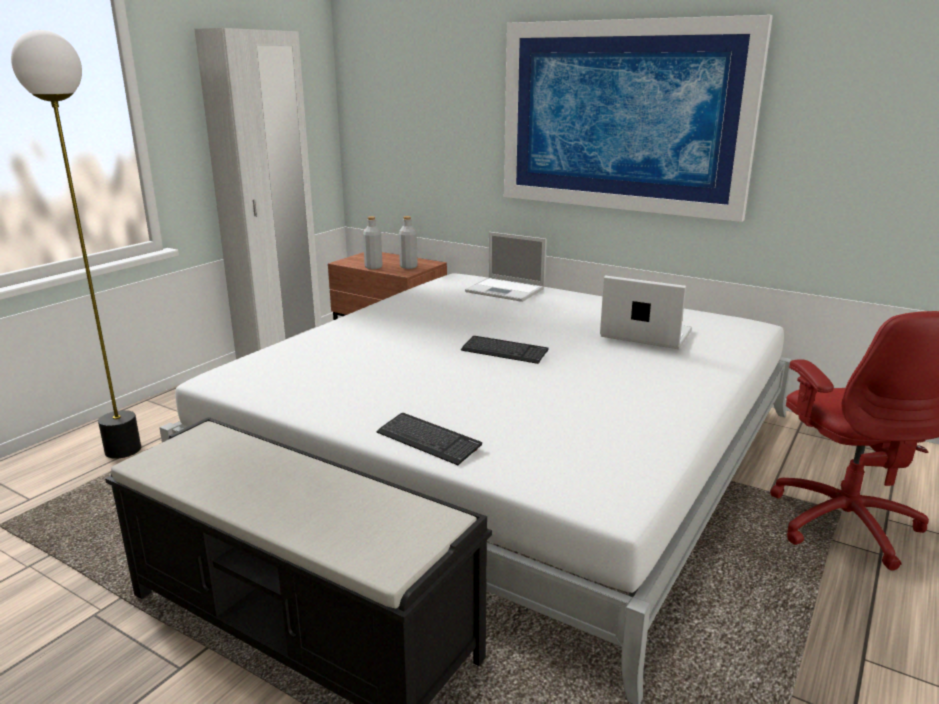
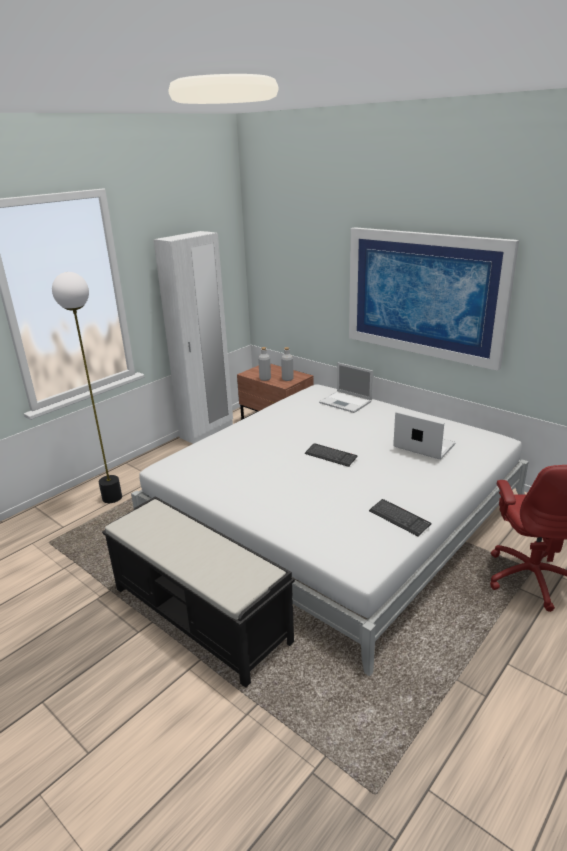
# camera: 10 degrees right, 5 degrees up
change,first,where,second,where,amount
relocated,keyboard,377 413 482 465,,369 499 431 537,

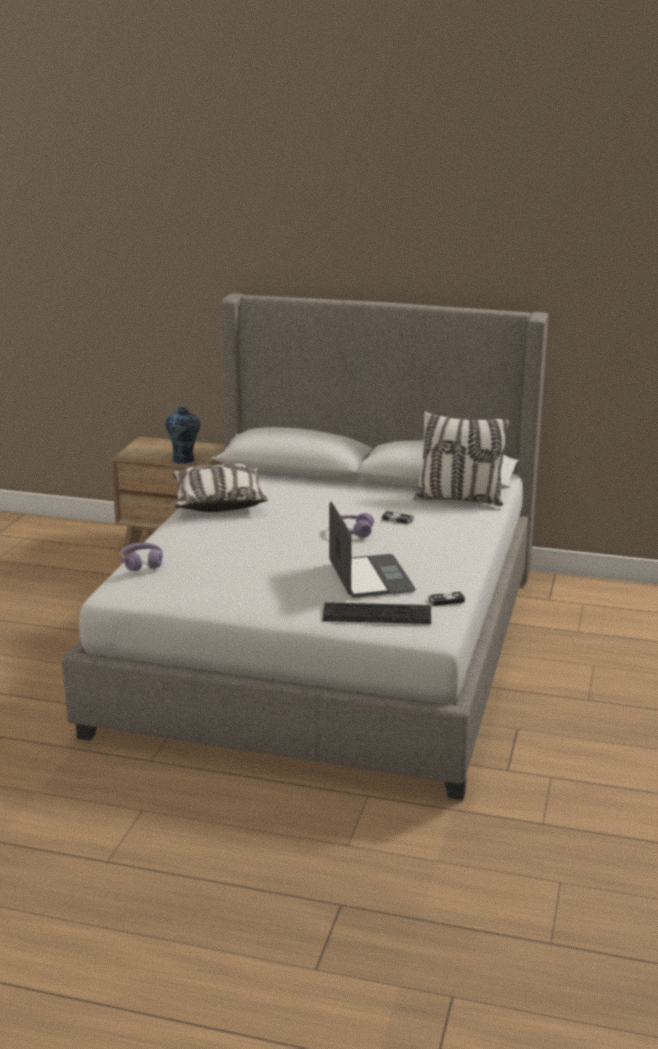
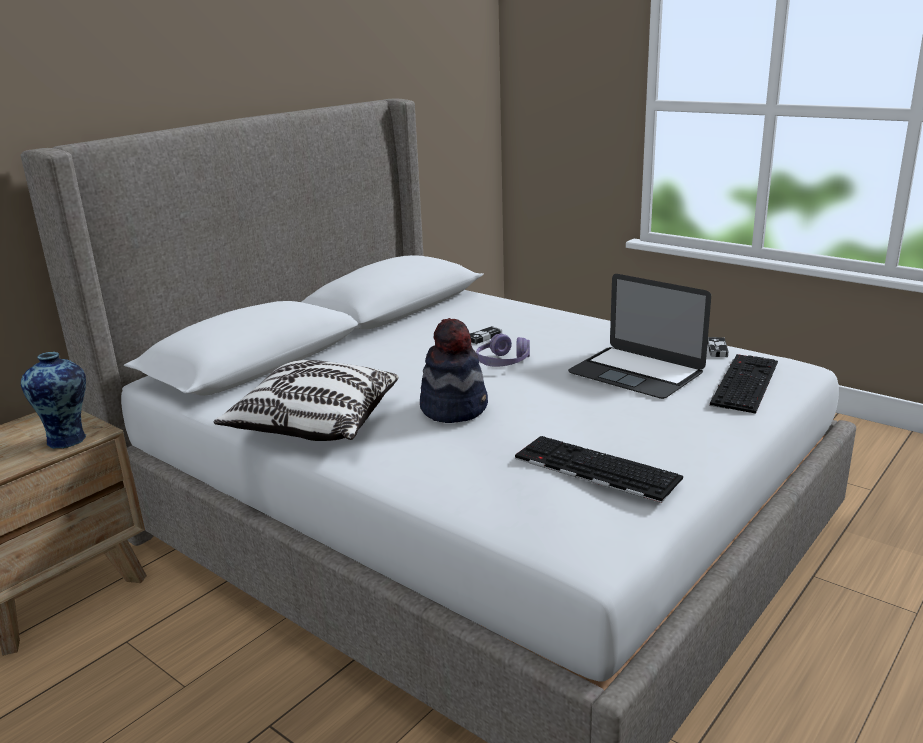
# camera: 65 degrees left, 0 degrees up
change,first,where,second,where,amount
missing,pair of headphones in purple-coloured,120 542 163 571,,,
missing,pillow,414 411 510 506,,,
appeared,,,hat,420 318 488 423,
appeared,,,keyboard,515 436 683 503,
spun,notebook computer,329 501 416 598,,568 274 711 399,150 degrees counterclockwise

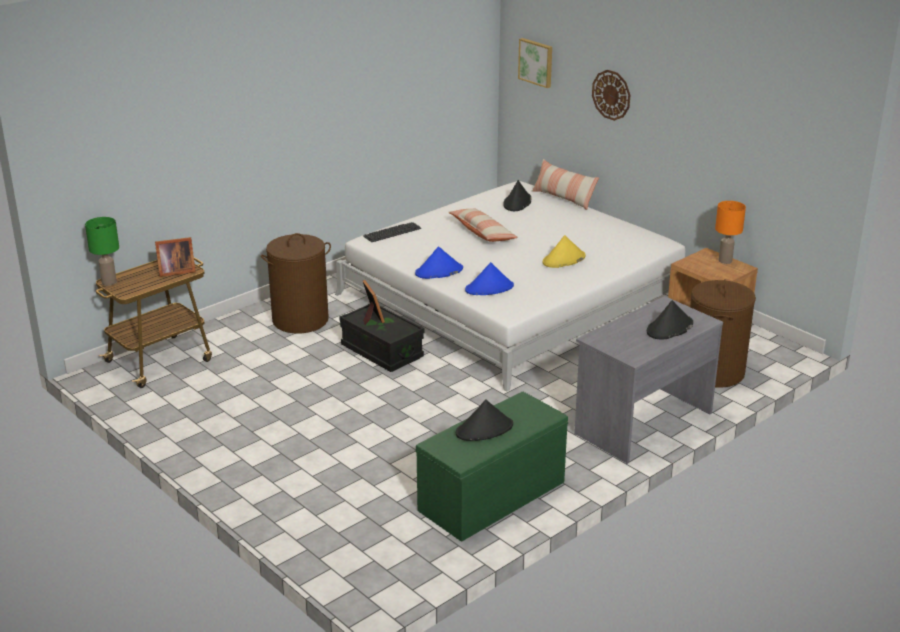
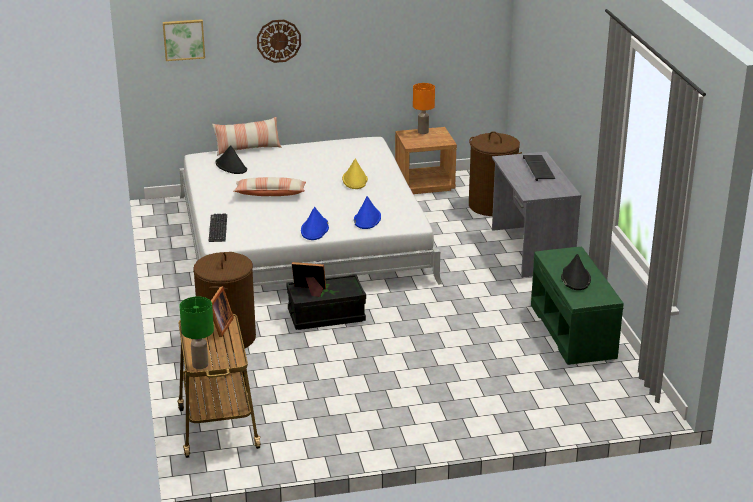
# camera: 60 degrees left, 0 degrees up
change,first,where,second,where,amount
exchanged,hat in black,647 300 693 339,keyboard,523 155 556 181,

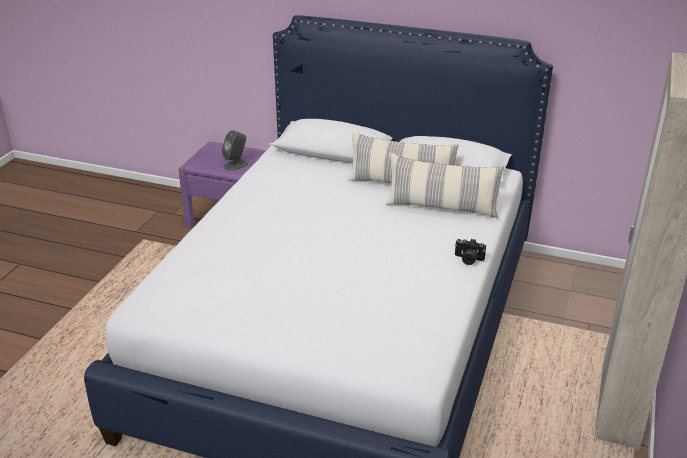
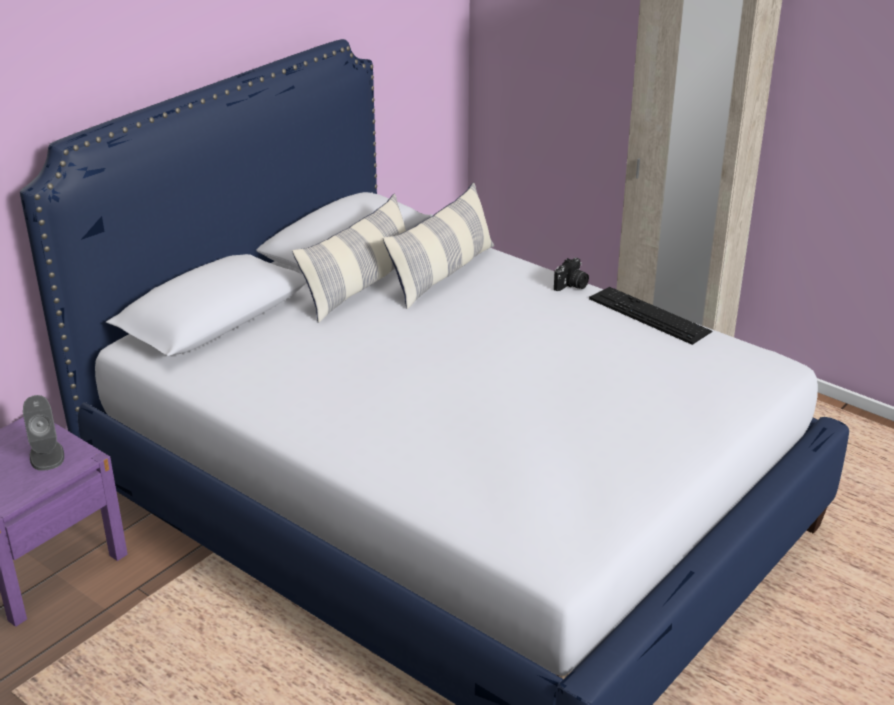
# camera: 70 degrees left, 0 degrees up
change,first,where,second,where,amount
appeared,,,keyboard,589 287 712 345,

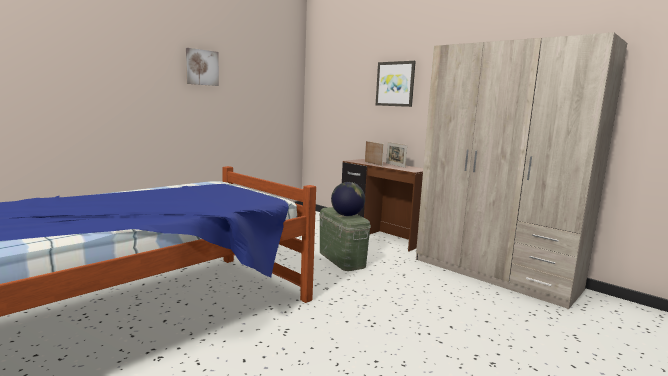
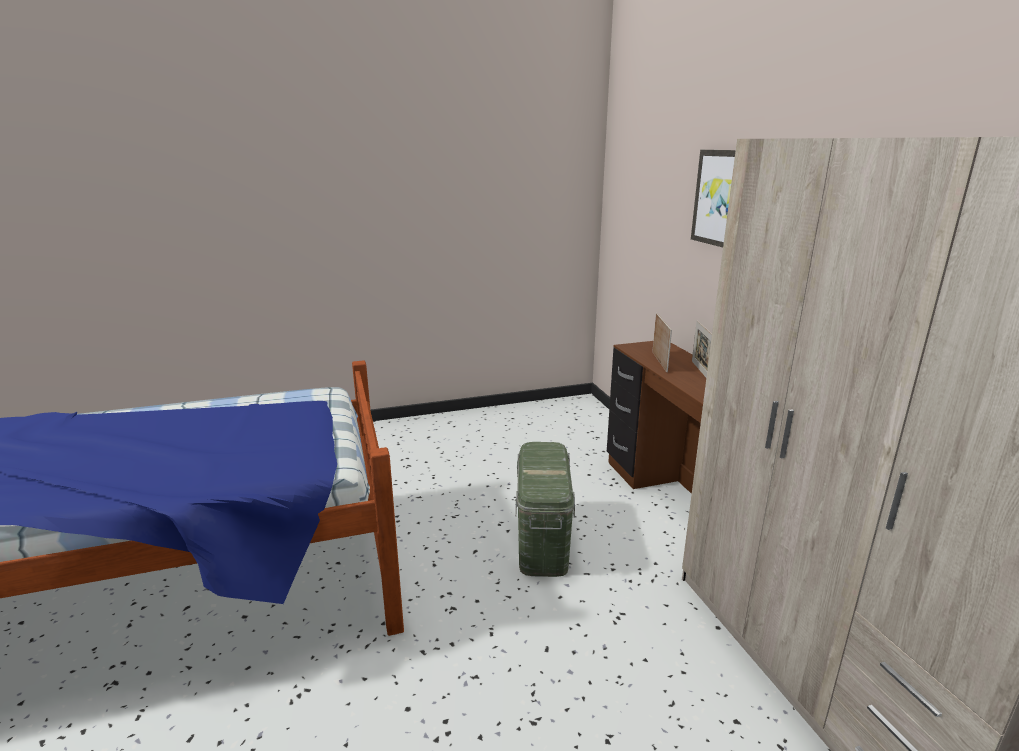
# camera: 30 degrees right, 10 degrees up
change,first,where,second,where,amount
missing,picture,186 48 219 86,,,
missing,globe,331 182 365 216,,,

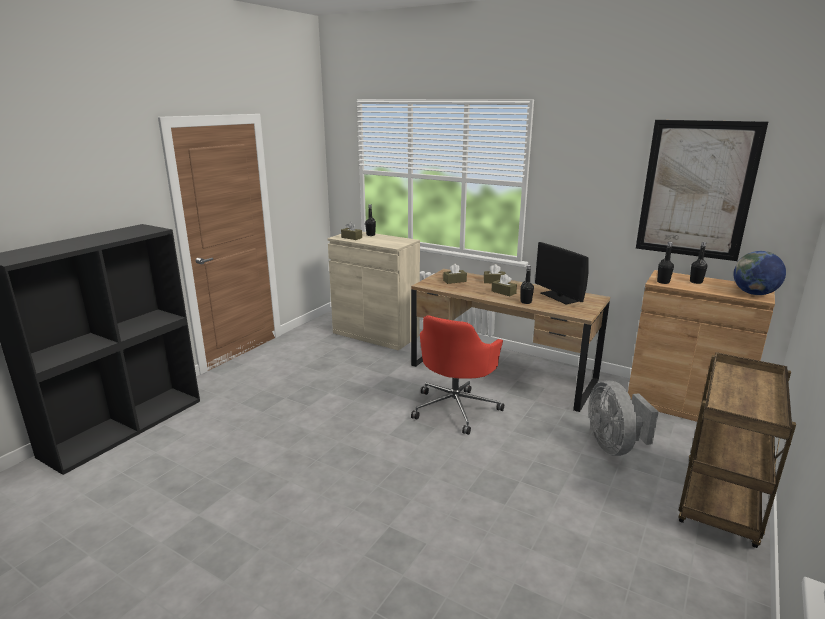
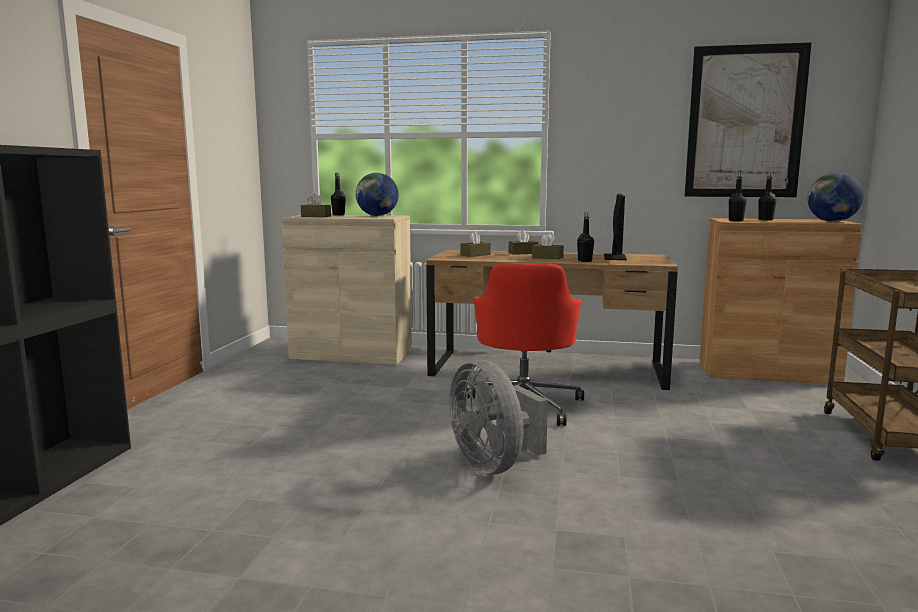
# camera: 20 degrees left, 10 degrees down
change,first,where,second,where,amount
appeared,,,globe,356 173 399 216,
relocated,electric fan in greyish,589 380 659 456,,449 360 548 475,
spun,monitor,535 242 589 305,,604 194 627 260,120 degrees counterclockwise

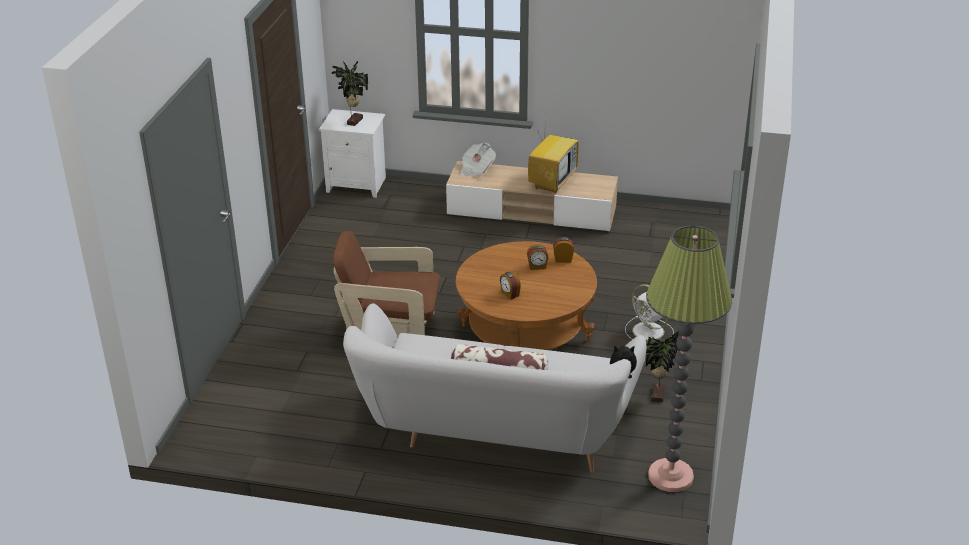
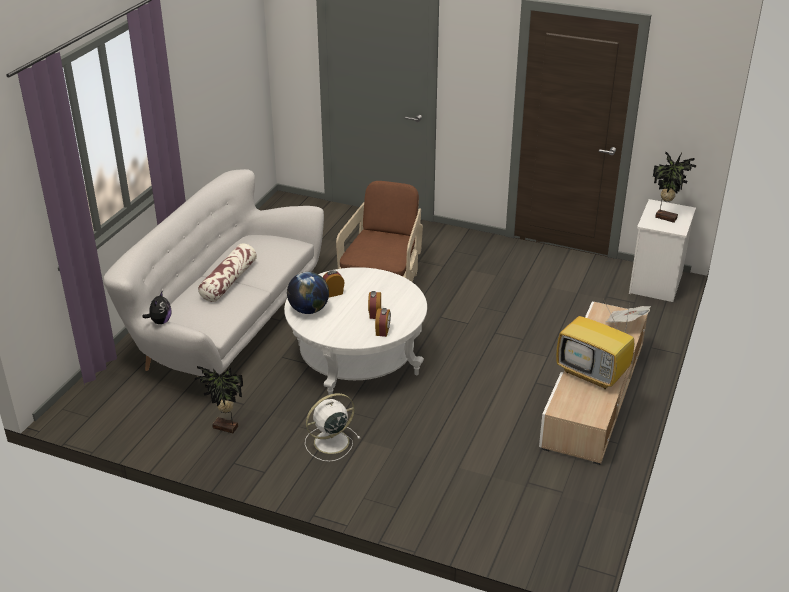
# camera: 100 degrees right, 0 degrees up
change,first,where,second,where,amount
missing,standard lamp,646 226 732 492,,,
appeared,,,globe,287 272 329 314,
colour,coffee table in brown,456 241 597 350,coffee table in white-coloured,284 267 427 398,

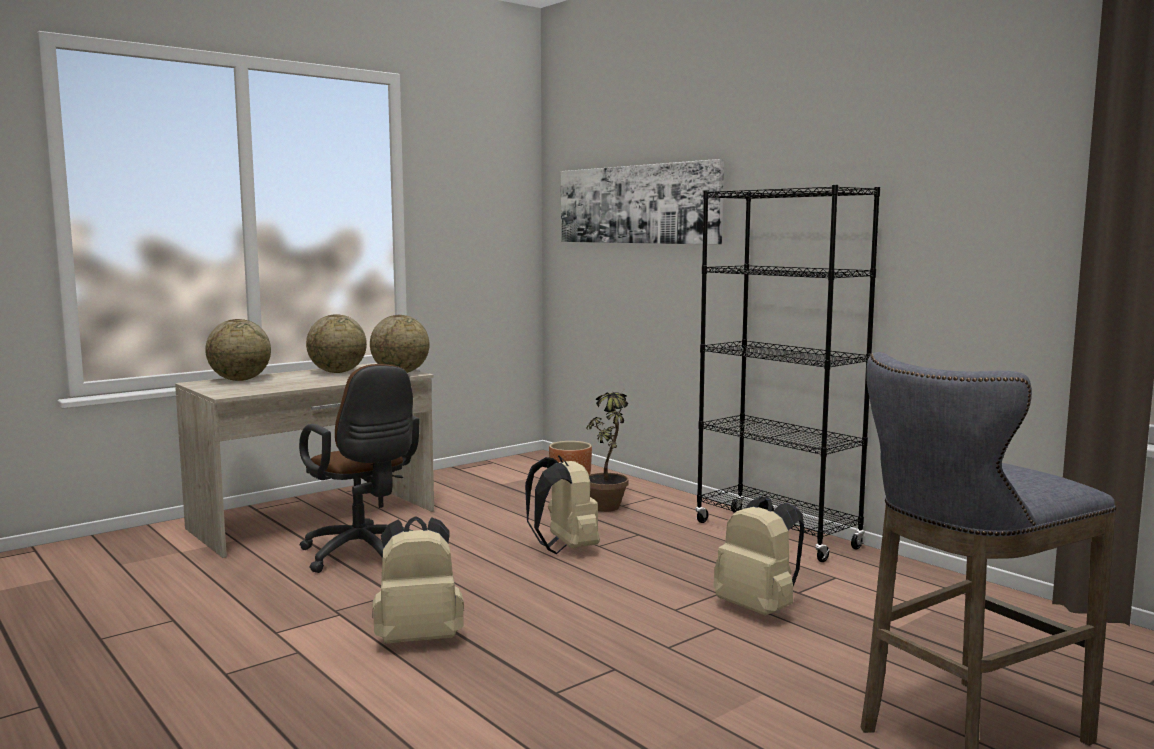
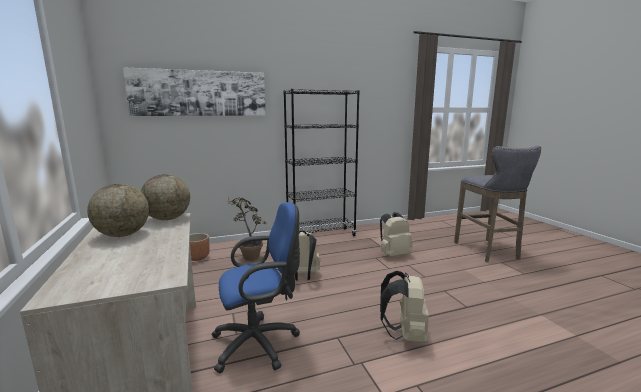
# camera: 70 degrees left, 5 degrees up
change,first,where,second,where,amount
missing,globe,205 319 271 381,,,
colour,office chair in brown,299 364 419 573,office chair in blue-coloured,212 202 300 373,

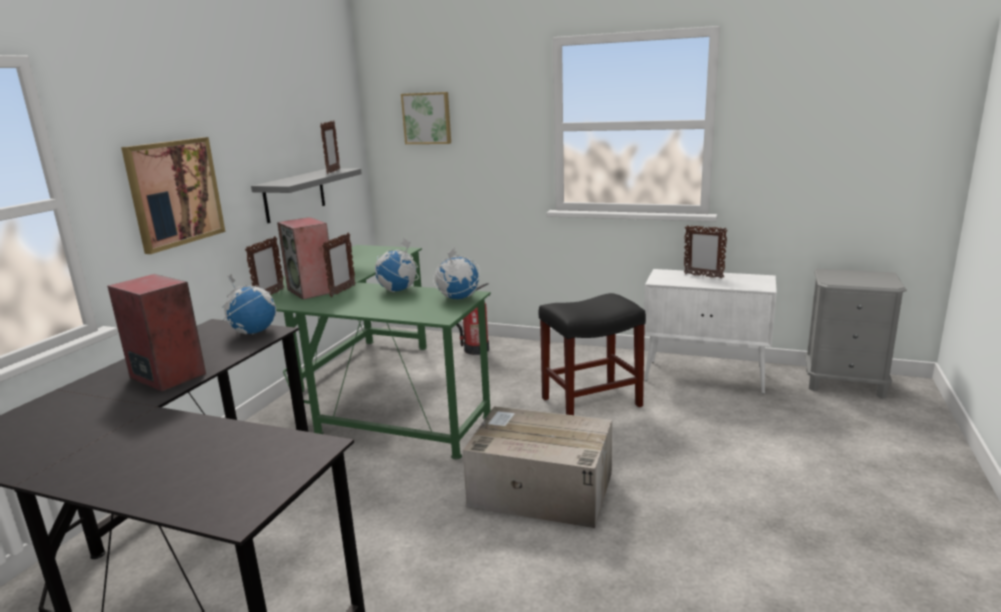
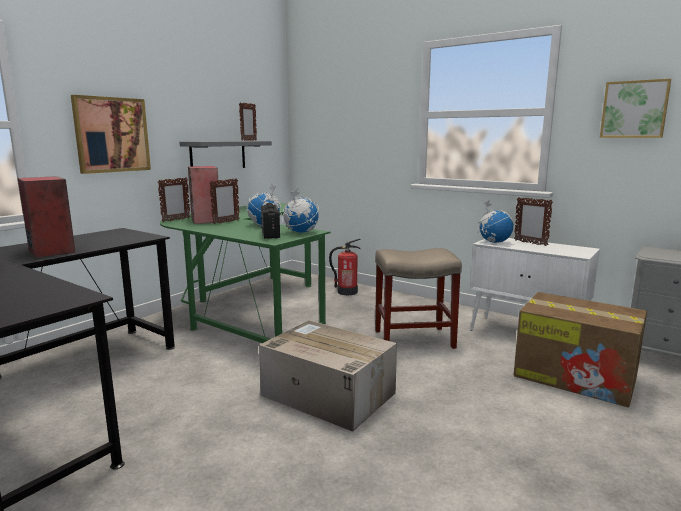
# camera: 15 degrees right, 5 degrees down
change,first,where,second,where,amount
appeared,,,radio,261 203 280 239,
appeared,,,carton,514 292 647 407,
relocated,globe,222 274 276 335,,478 200 514 243,
relocated,picture,401 92 451 144,,600 79 671 138,
colour,sitting stool in black,539 293 646 415,sitting stool in sand-coloured,375 248 462 349,

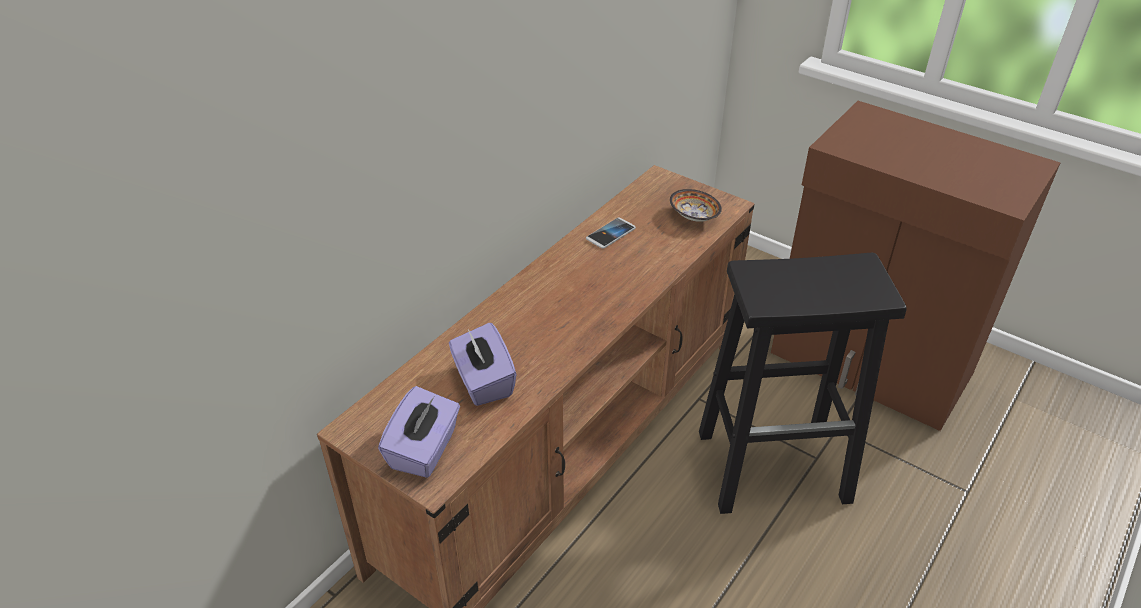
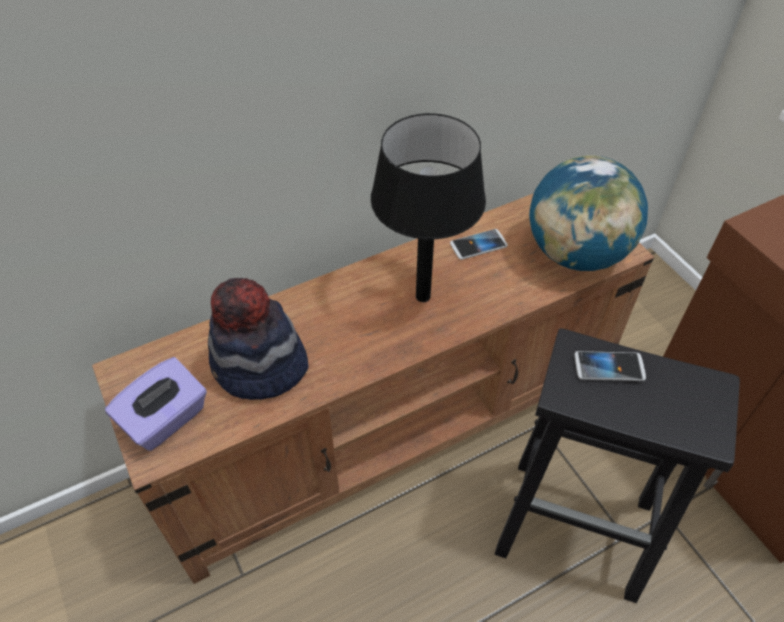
# camera: 25 degrees right, 10 degrees up
change,first,where,second,where,amount
appeared,,,lamp for a table in black,371 113 486 302,
appeared,,,telephone,574 351 646 381,
exchanged,box of tissues in purple-coloured,449 322 517 406,hat,208 277 308 400,
exchanged,serving bowl,670 189 722 222,globe,529 156 648 271,

